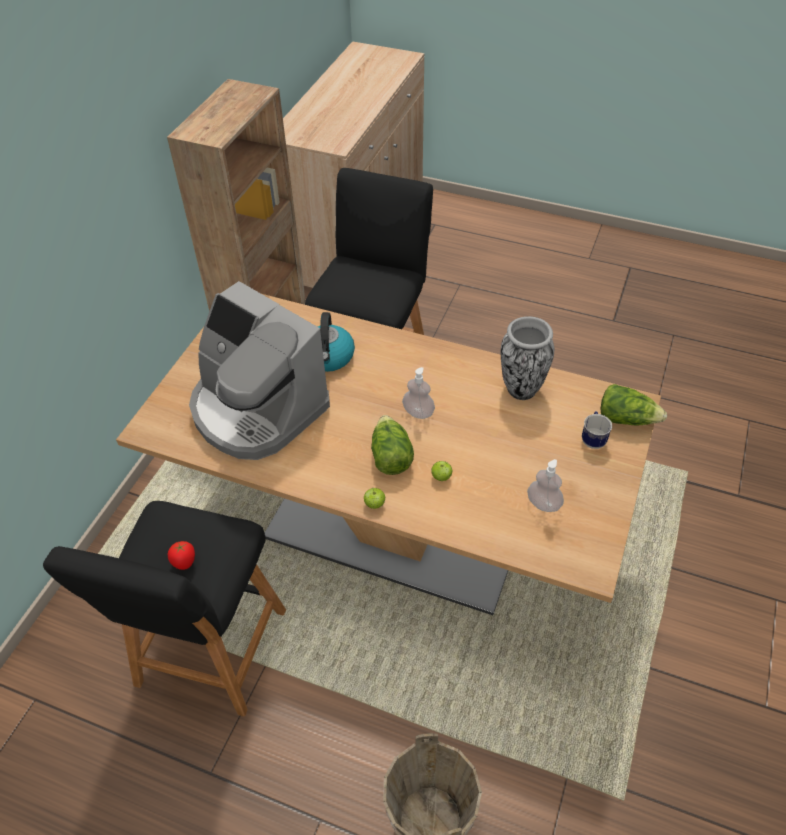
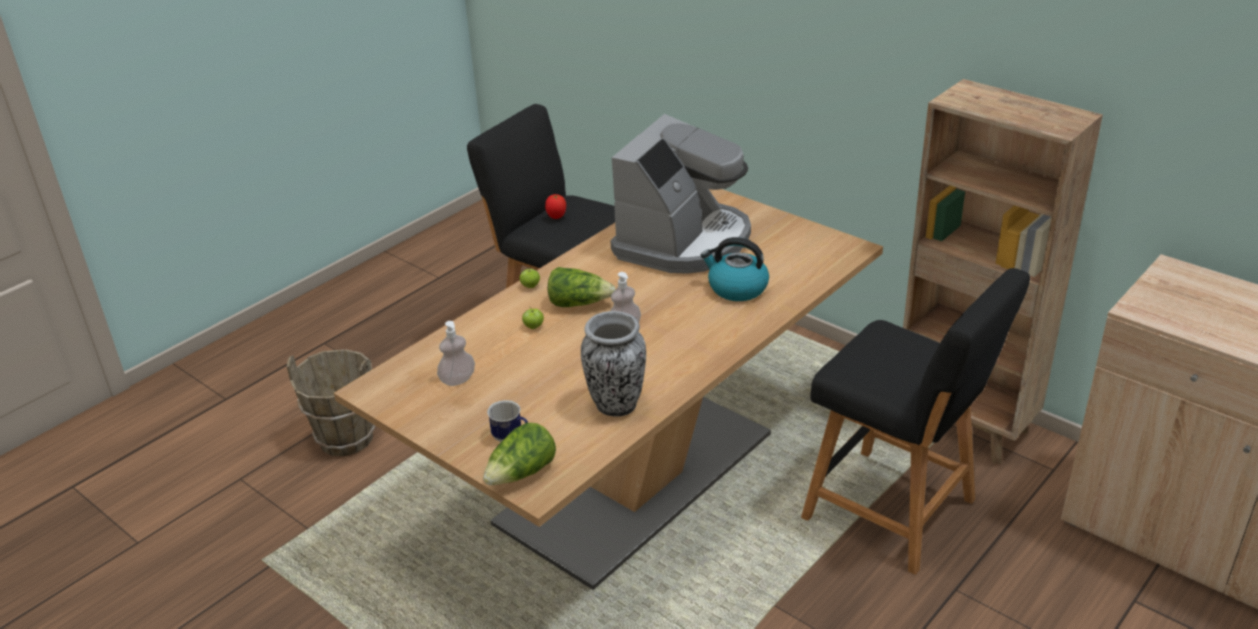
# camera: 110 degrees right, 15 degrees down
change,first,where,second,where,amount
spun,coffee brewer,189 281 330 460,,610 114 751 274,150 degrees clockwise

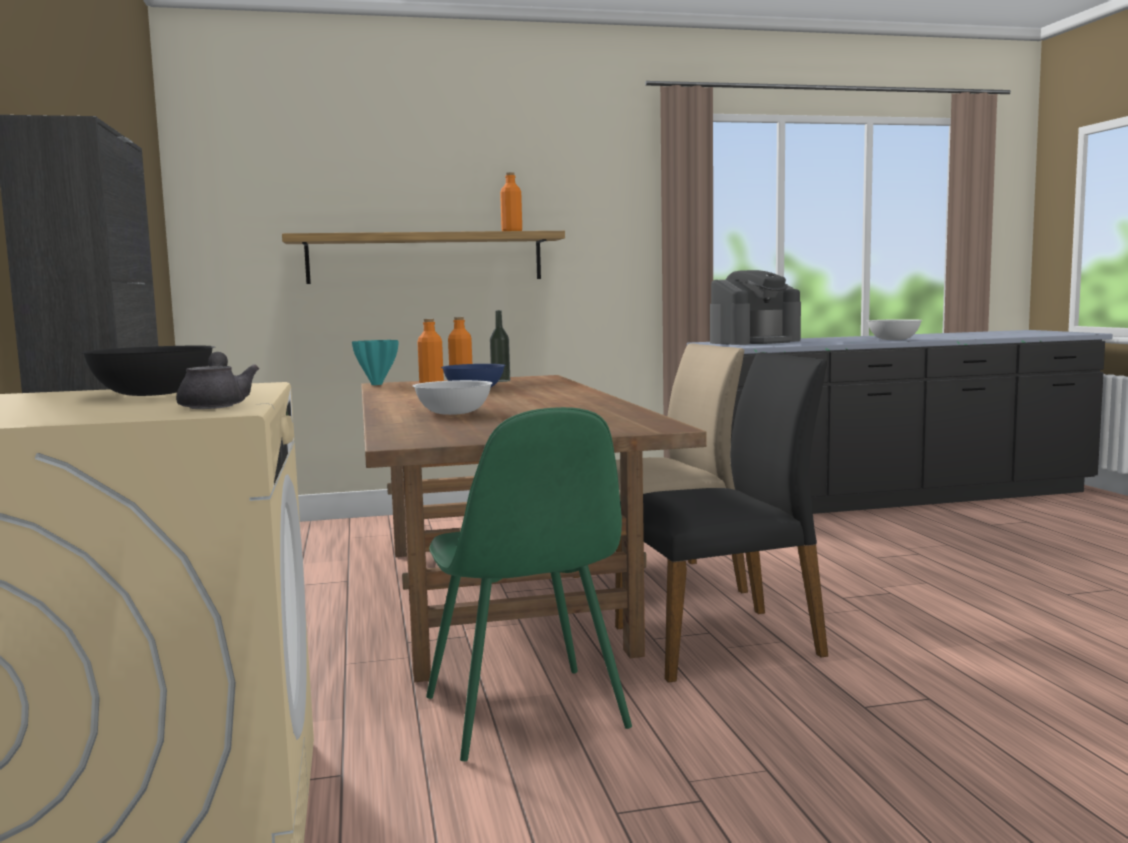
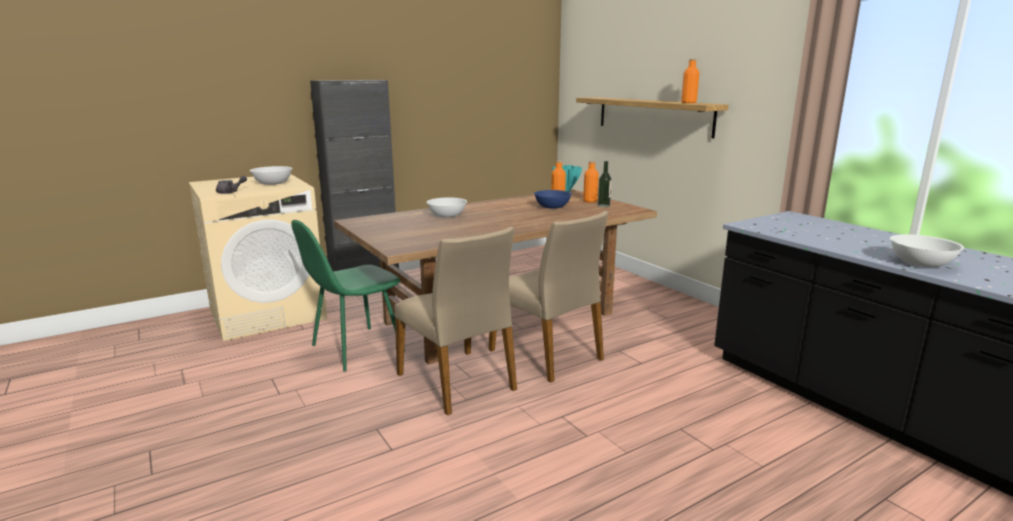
# camera: 70 degrees right, 10 degrees up
change,first,where,second,where,amount
missing,coffee brewer,710 270 801 345,,,
colour,serving bowl in black,80 346 215 396,serving bowl in white-coloured,250 166 292 185,
colour,plain chair in black,615 352 828 683,plain chair in sand-coloured,394 227 517 415,

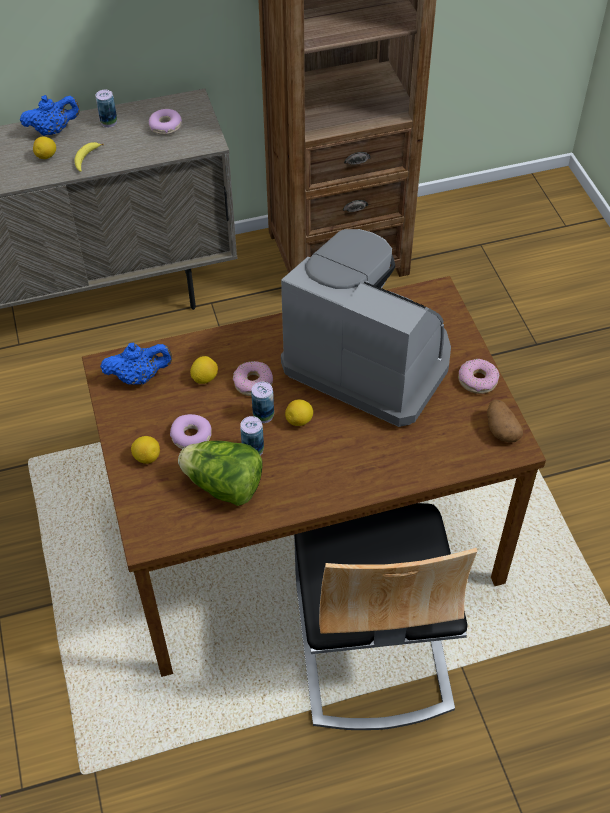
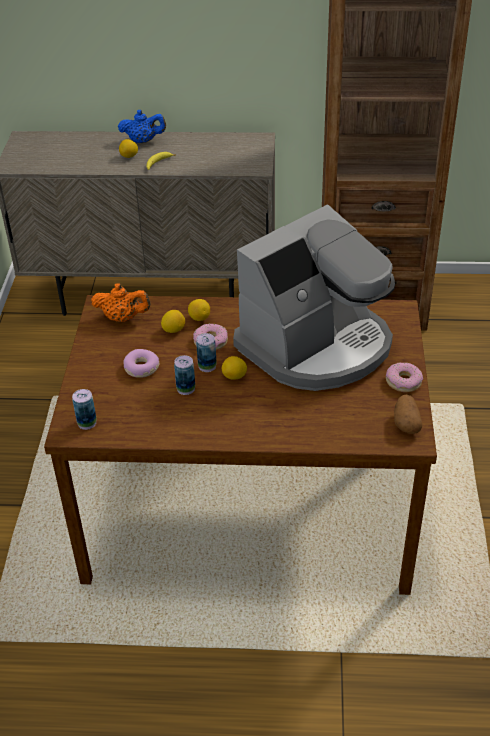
# camera: 20 degrees right, 10 degrees down
change,first,where,second,where,amount
missing,ring doughnut,149 109 182 135,,,
missing,lettuce head,178 441 263 506,,,
missing,plain chair,294 503 478 730,,,
relocated,metal can,96 90 117 127,,72 389 97 430,
relocated,citrus fruit,131 436 160 464,,188 299 210 321,
colour,teapot in blue-coloured,100 343 172 385,teapot in orangey,91 283 151 322,
spun,coffee brewer,281 229 451 427,,233 204 395 391,90 degrees clockwise

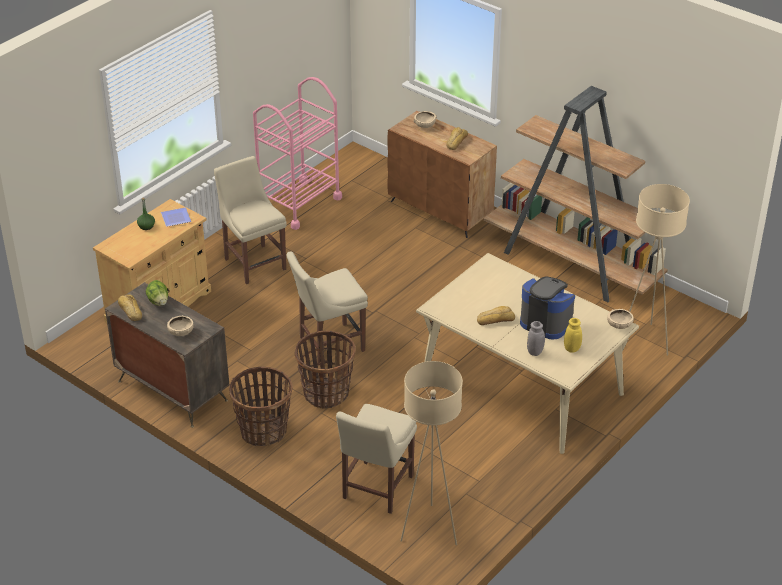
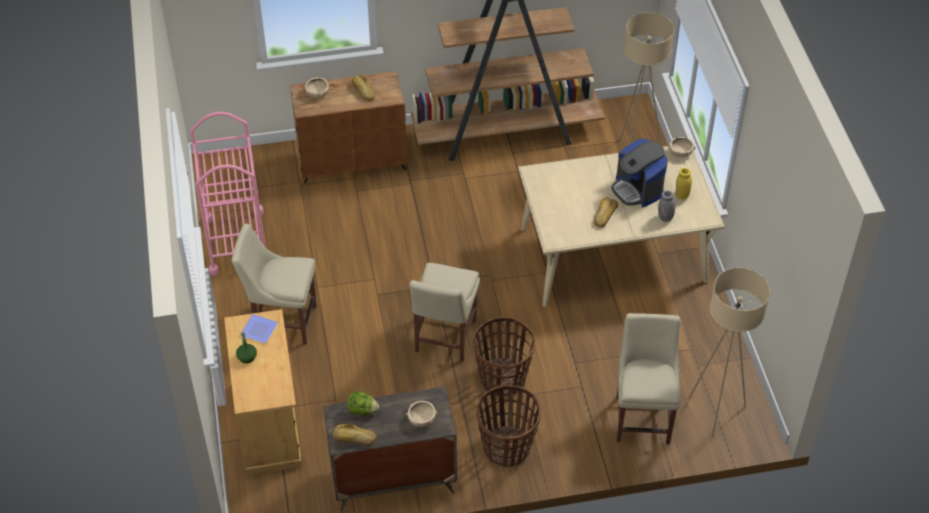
# camera: 50 degrees left, 10 degrees up
change,first,where,second,where,amount
spun,plain chair in sand-coloured,336 404 417 514,,616 313 681 444,150 degrees counterclockwise
spun,coffee brewer,520 277 575 339,,611 139 668 208,105 degrees counterclockwise

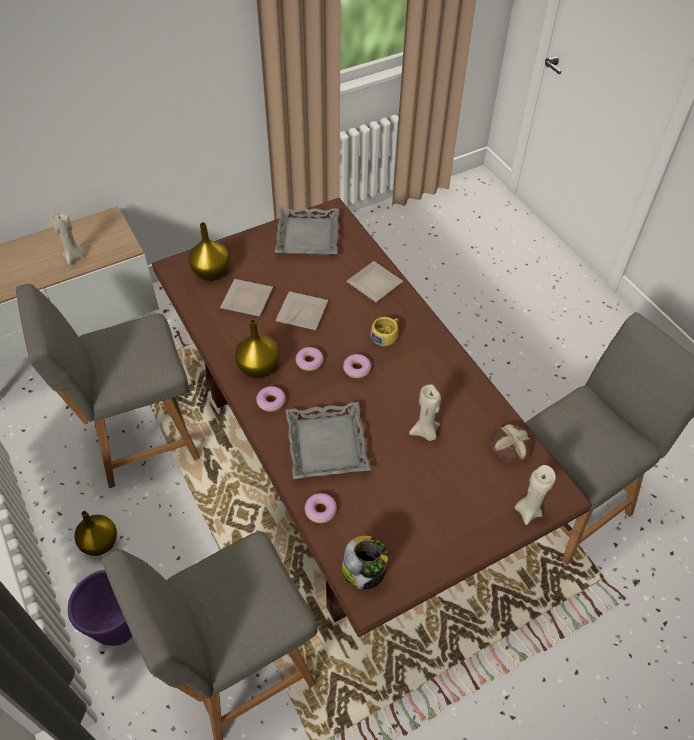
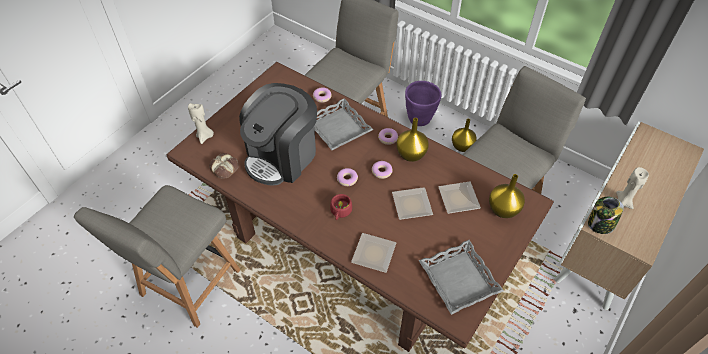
# camera: 155 degrees right, 0 degrees up
change,first,where,second,where,amount
relocated,jar,342 536 388 589,,588 197 624 234,
exchanged,candle in sand-coloured,409 384 441 441,coffee brewer,239 83 317 186,
colour,drinking cup in yellow-coloured,371 317 399 346,drinking cup in reddish,330 194 352 220,

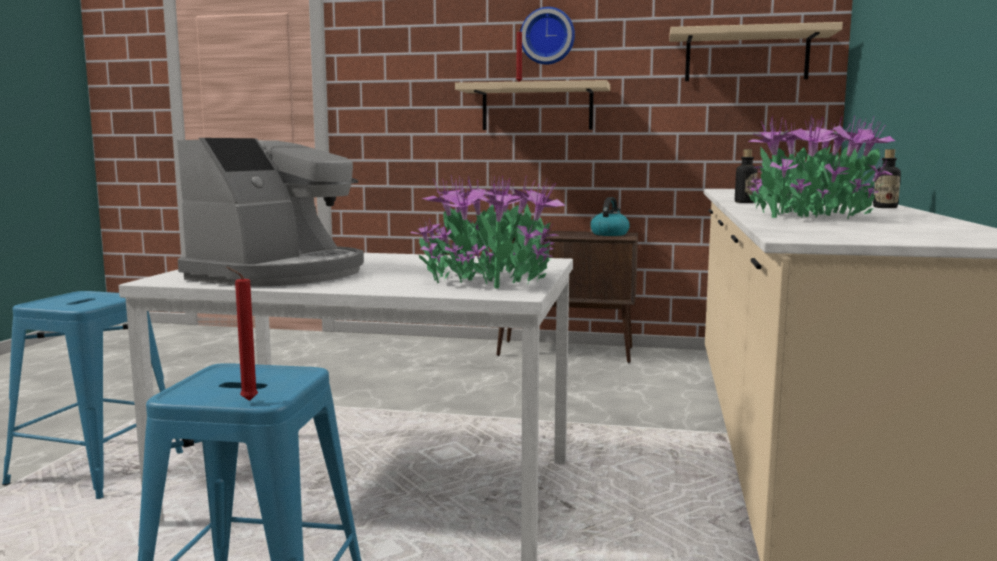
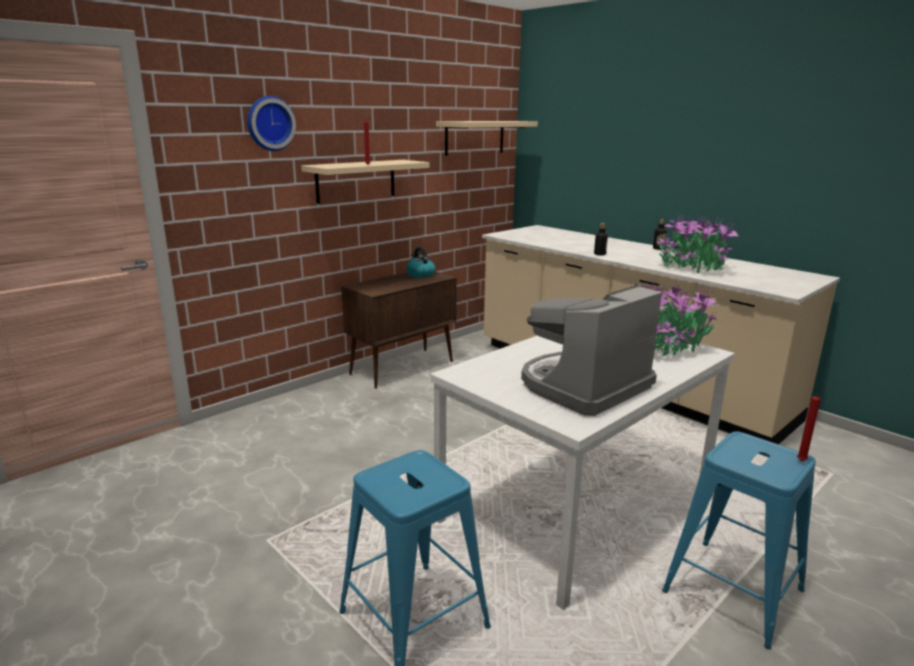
# camera: 55 degrees left, 10 degrees up
change,first,where,second,where,amount
relocated,wall clock,520 7 575 64,,247 96 296 151,
spun,coffee brewer,177 138 364 287,,521 285 662 416,105 degrees counterclockwise

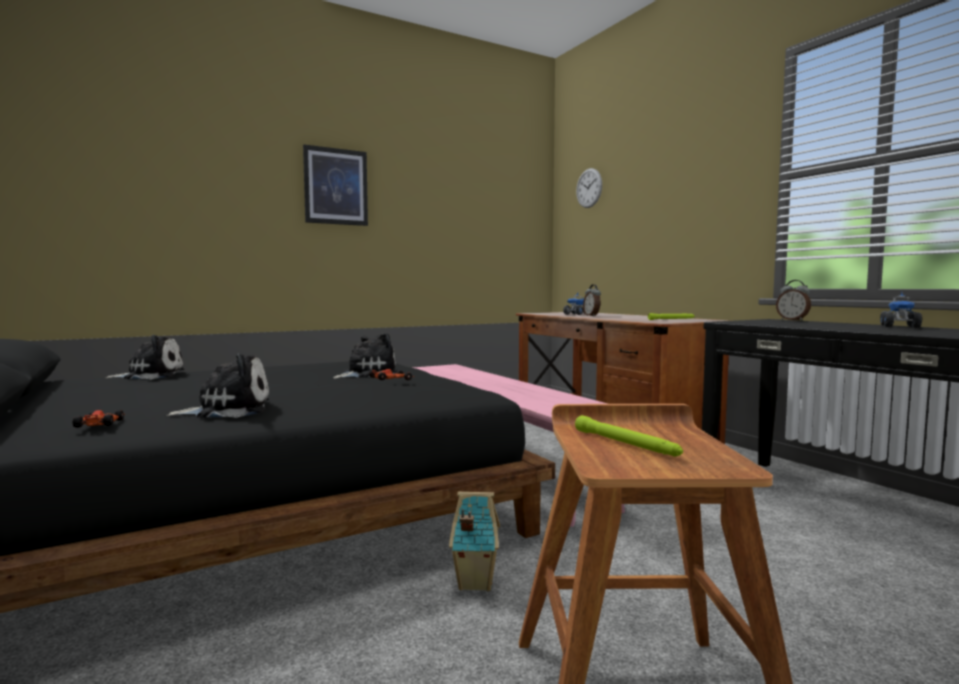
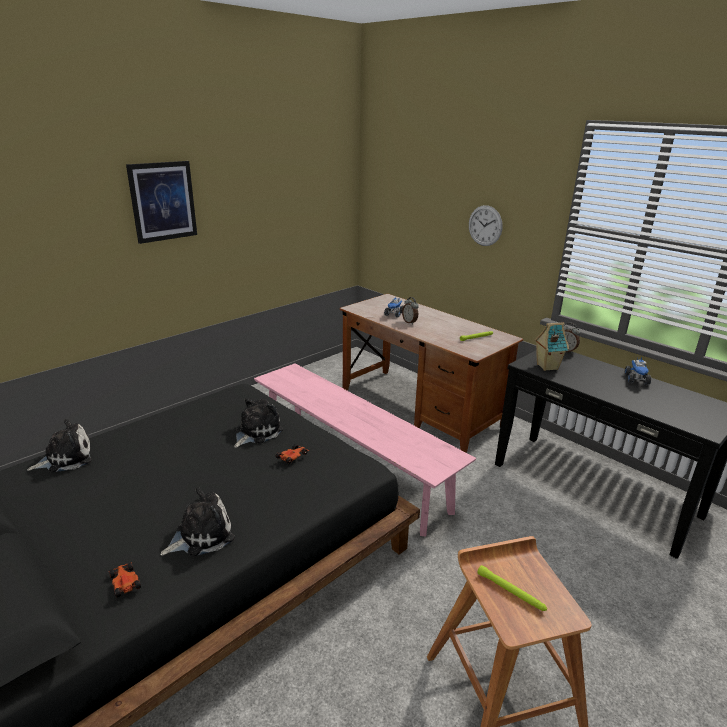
# camera: 15 degrees left, 20 degrees up
change,first,where,second,where,amount
relocated,miniature house,449 492 500 591,,534 322 569 371,
relocated,wall clock,576 168 602 208,,469 205 503 246,

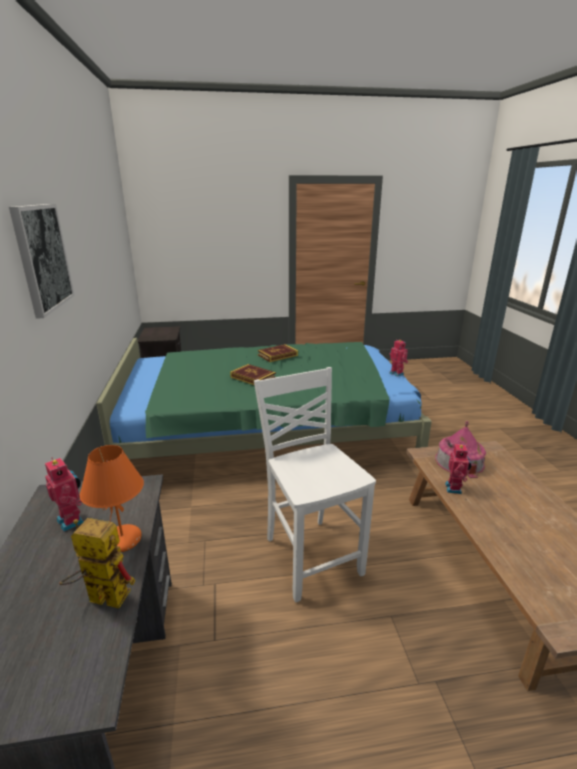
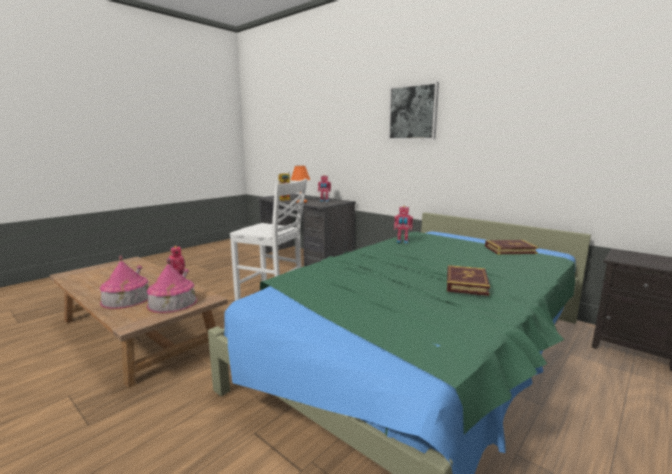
# camera: 140 degrees right, 10 degrees down
change,first,where,second,where,amount
appeared,,,miniature house,100 256 149 309,
relocated,bound book,230 364 276 385,,485 240 538 254,
relocated,robot figure,389 339 408 377,,394 206 413 243,

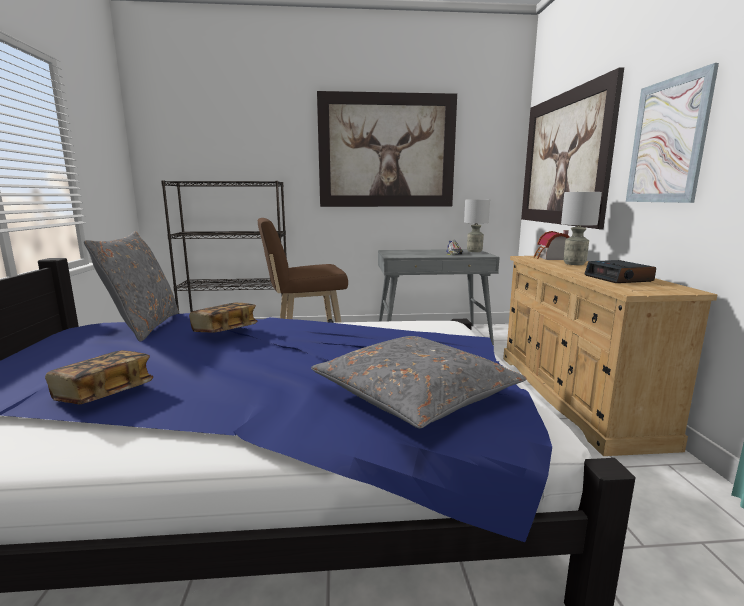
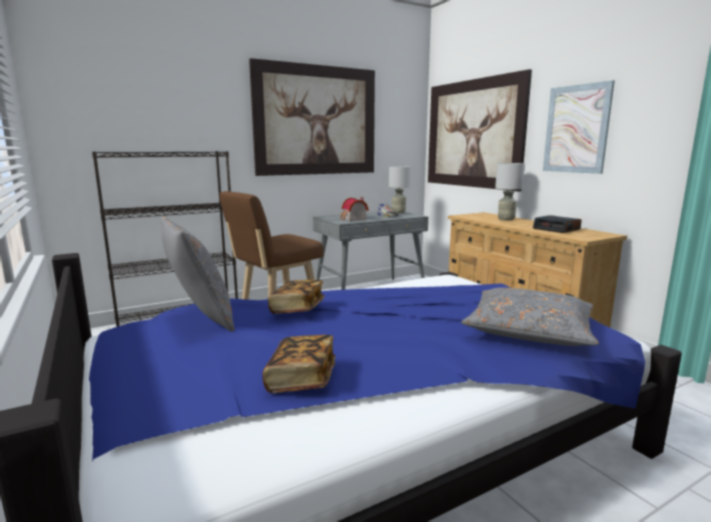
# camera: 25 degrees left, 0 degrees up
change,first,where,second,where,amount
relocated,miniature house,534 230 570 260,,340 197 369 221,

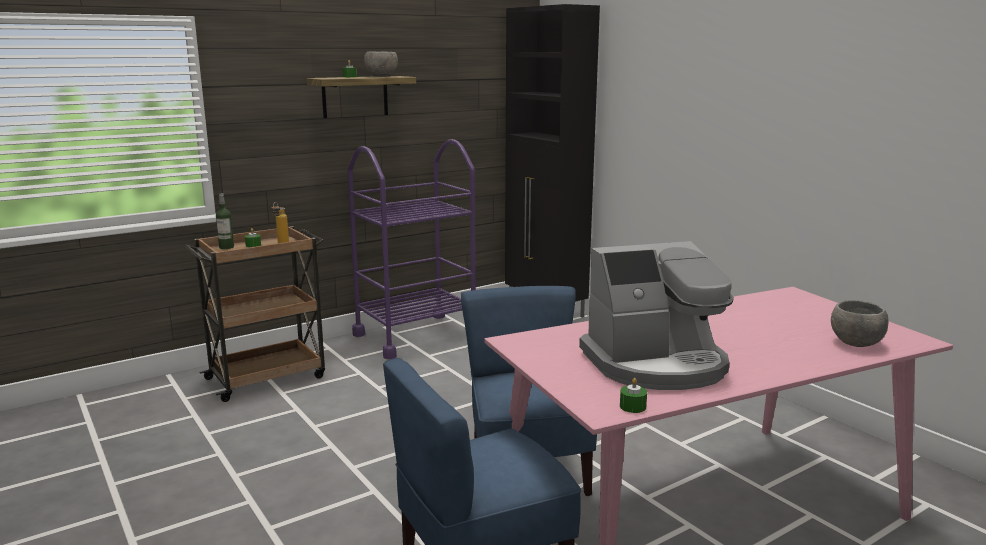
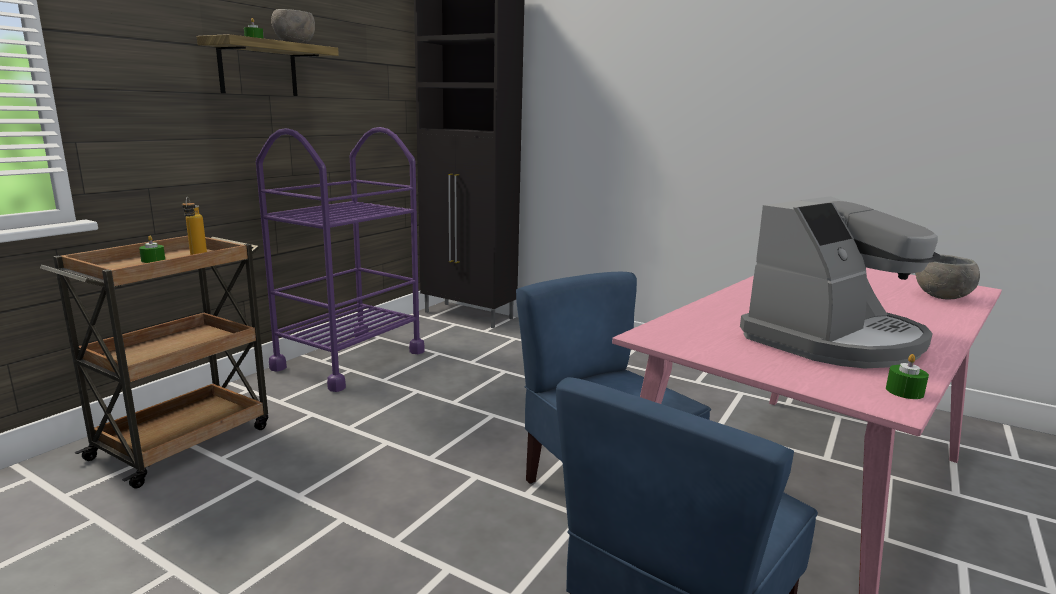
# camera: 25 degrees left, 0 degrees up
change,first,where,second,where,amount
missing,beverage bottle,216 194 234 249,,,

